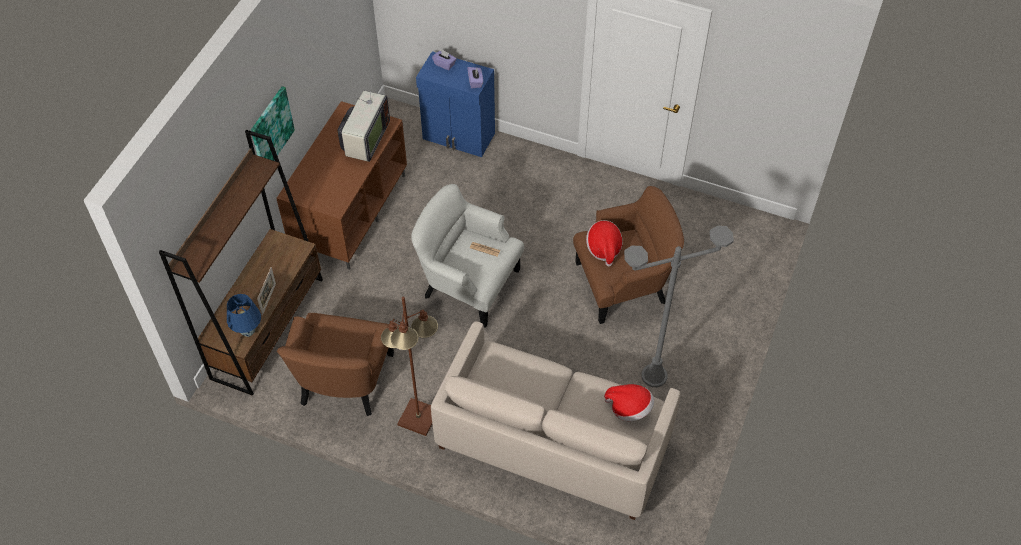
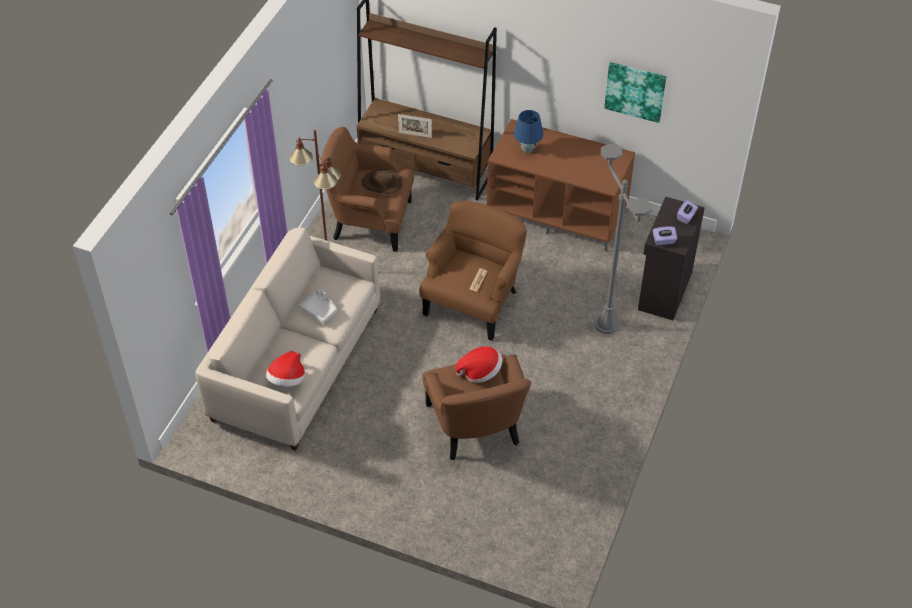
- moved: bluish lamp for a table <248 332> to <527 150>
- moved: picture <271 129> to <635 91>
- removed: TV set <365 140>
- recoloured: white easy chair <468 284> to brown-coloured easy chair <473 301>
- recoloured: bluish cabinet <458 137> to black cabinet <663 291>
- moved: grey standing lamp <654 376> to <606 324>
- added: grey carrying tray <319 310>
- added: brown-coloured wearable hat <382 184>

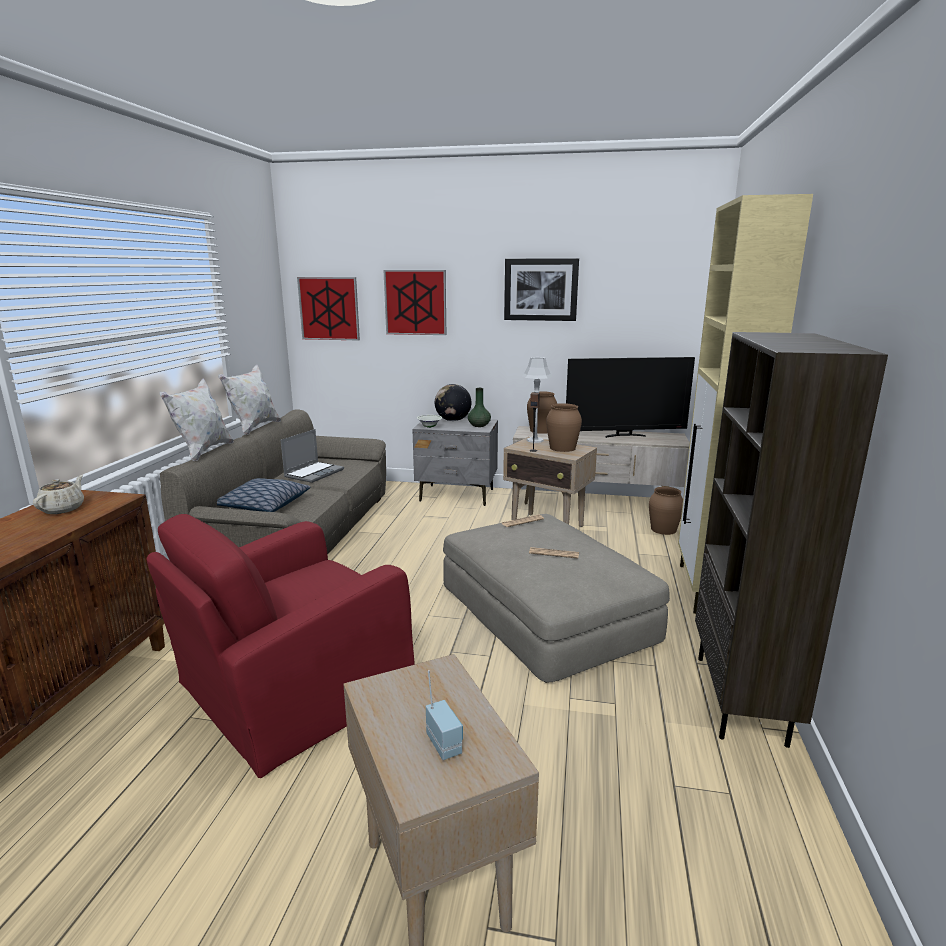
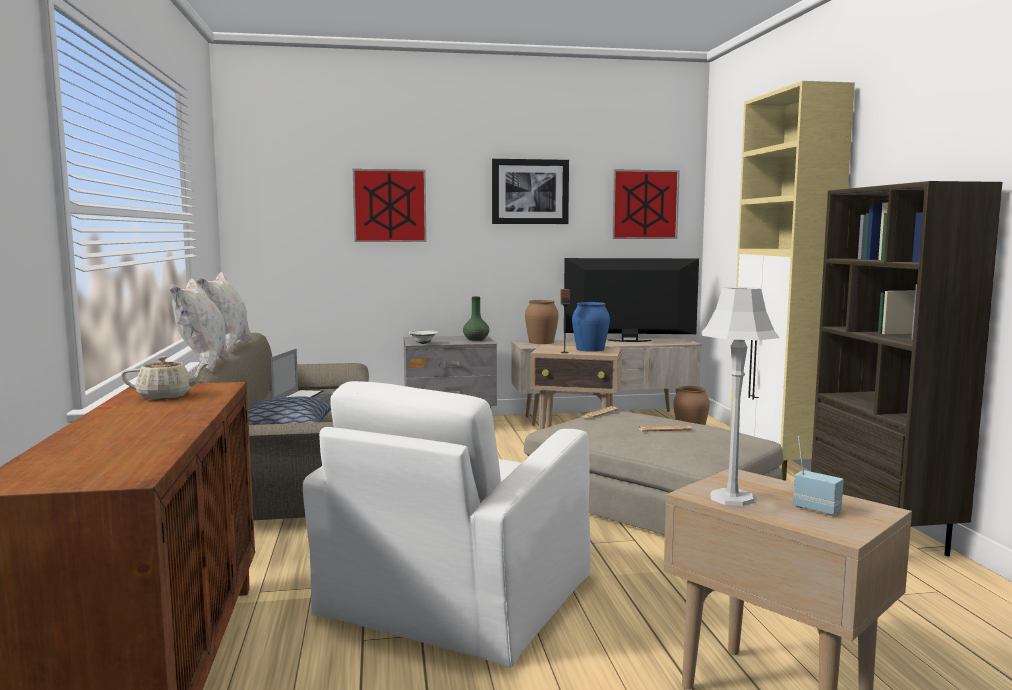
- turned: beige tea pot <63 509> = <166 396> 90 degrees clockwise
- recoloured: reddish easy chair <293 687> to white easy chair <456 596>
- moved: picture <329 308> to <645 204>
- removed: desk globe <453 420>
- moved: grey lamp for a table <534 440> to <731 498>
- recoloured: brown-coloured vase <563 448> to bluish vase <590 349>
- turned: TV set <624 435> = <629 341> 150 degrees counterclockwise

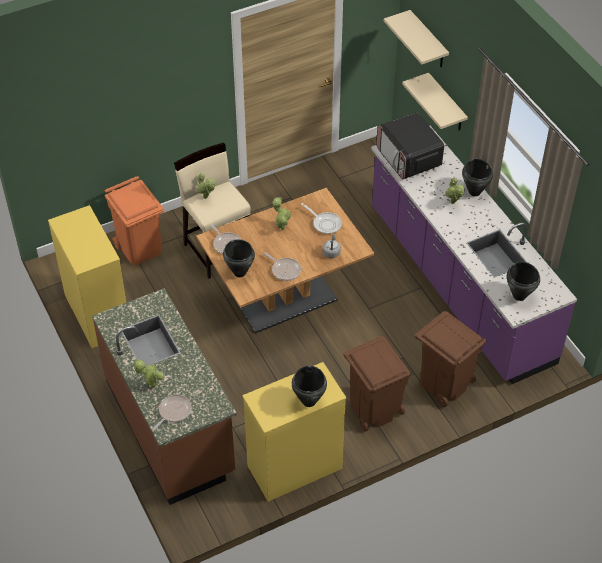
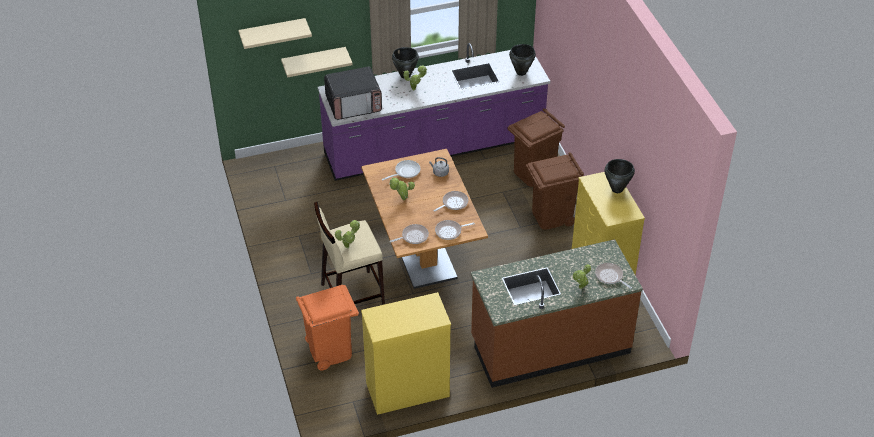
- replaced: black stockpot <239 272> to skillet <450 231>

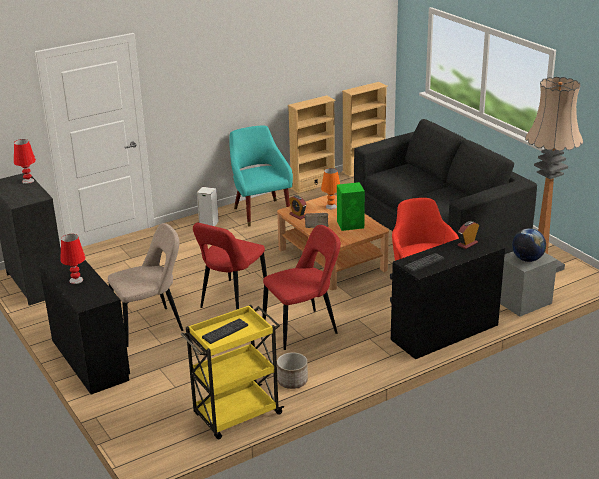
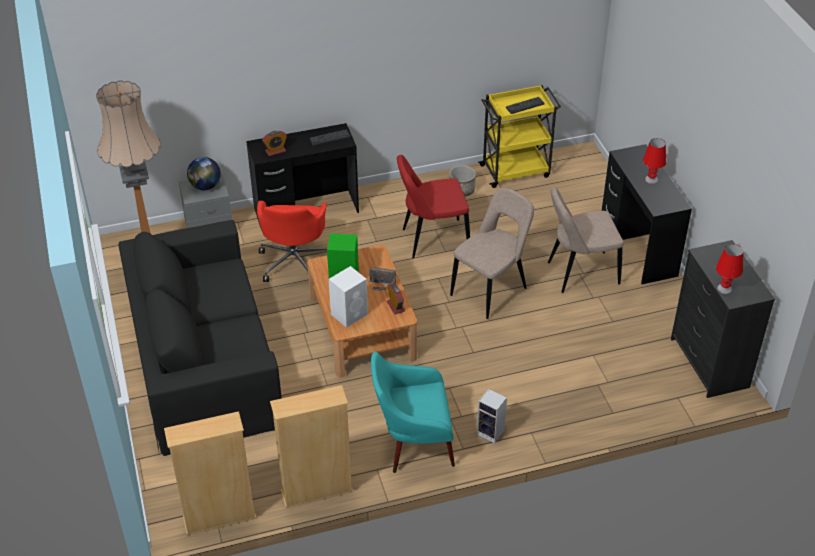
- recoloured: reddish chair <232 300> to beige chair <491 290>
- turned: turquoise-coloured easy chair <261 211> = <413 444> 90 degrees clockwise
- replaced: orangey lamp for a table <331 206> to white audio speaker <350 314>

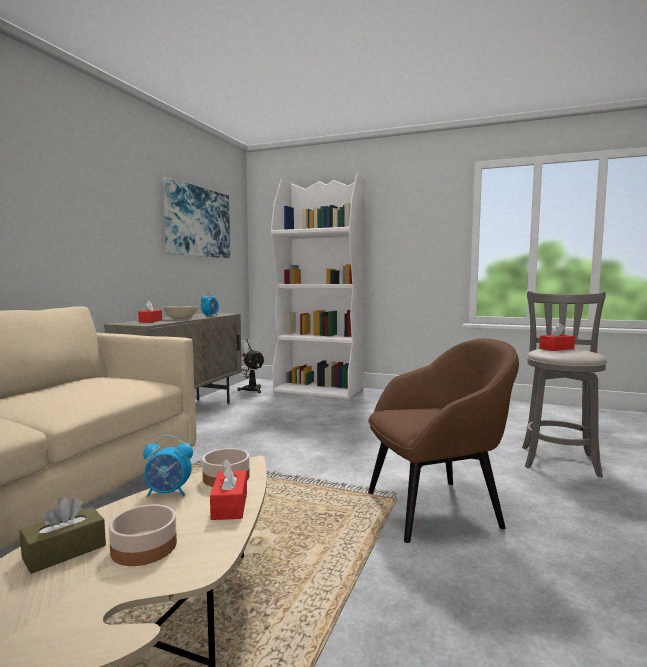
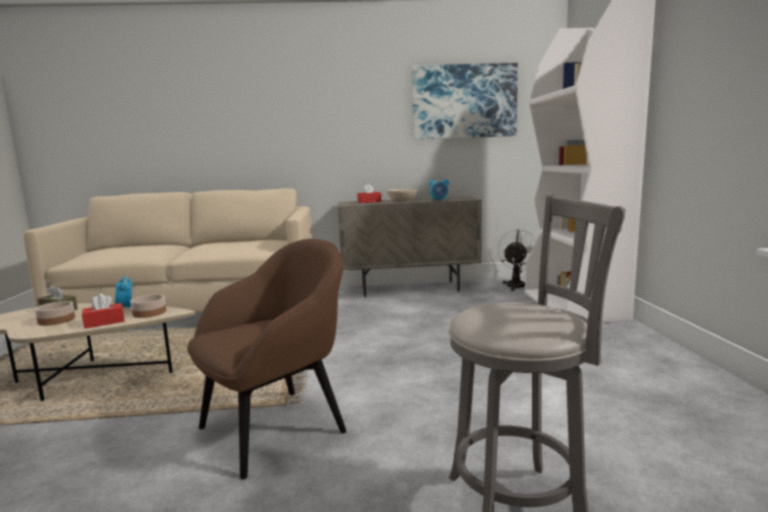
- turned: brown-coloured easy chair <435 508> = <275 428> 90 degrees counterclockwise
- removed: reddish box of tissues <556 349>

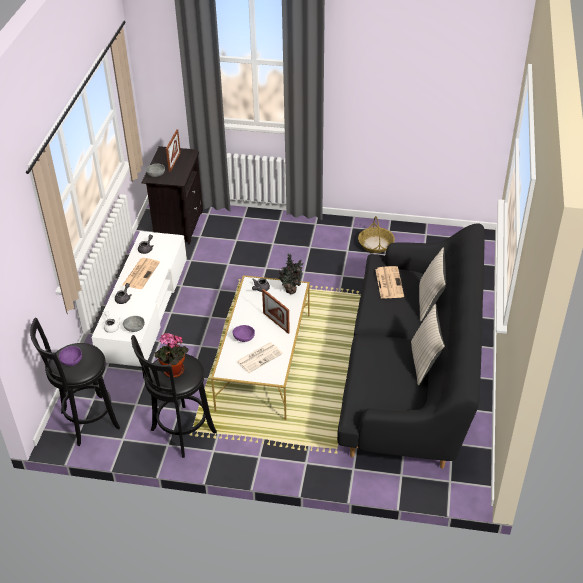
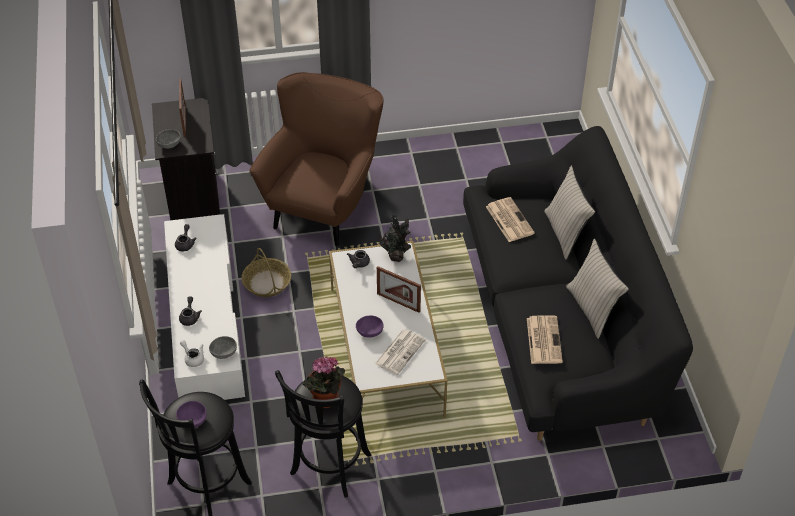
- moved: newspaper <141 273> to <543 339>
- moved: storage basket <376 244> to <267 283>
- added: brown-coloured easy chair <324 205>

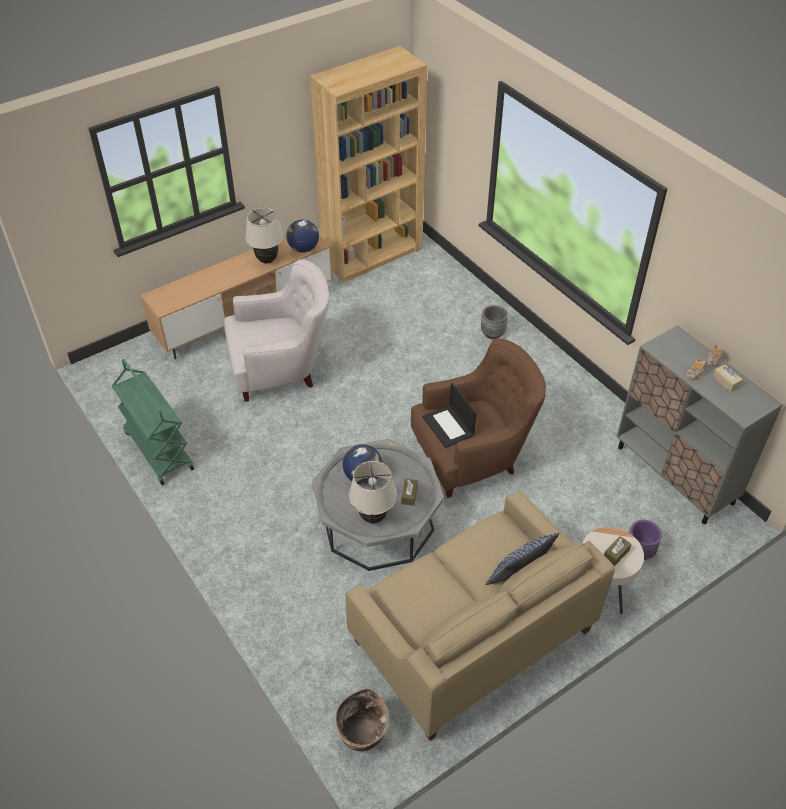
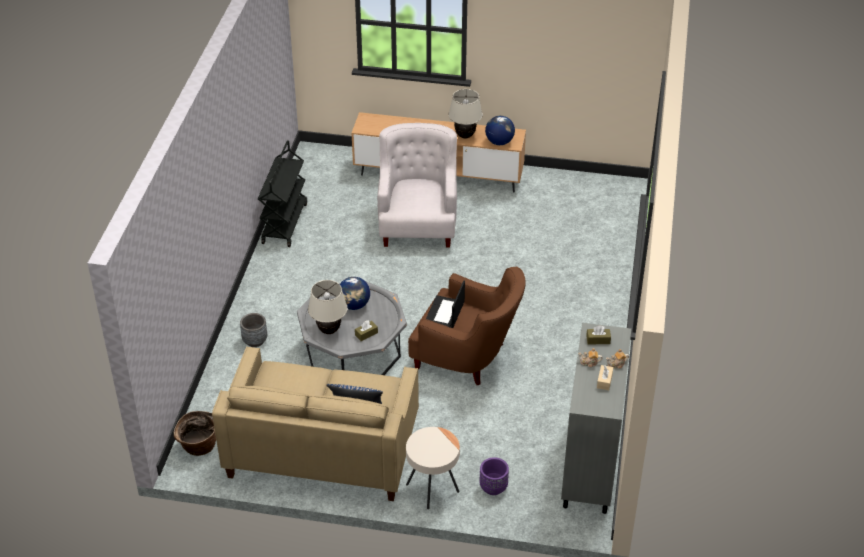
- recoloured: greenish cart <158 450> to black cart <284 223>
- turned: white easy chair <281 368> = <418 222> 120 degrees counterclockwise
- removed: brown-coloured bookshelf <373 255>
- moved: grey flower pot <493 333> to <255 341>
- moved: brown-coloured box of tissues <616 554> to <598 340>

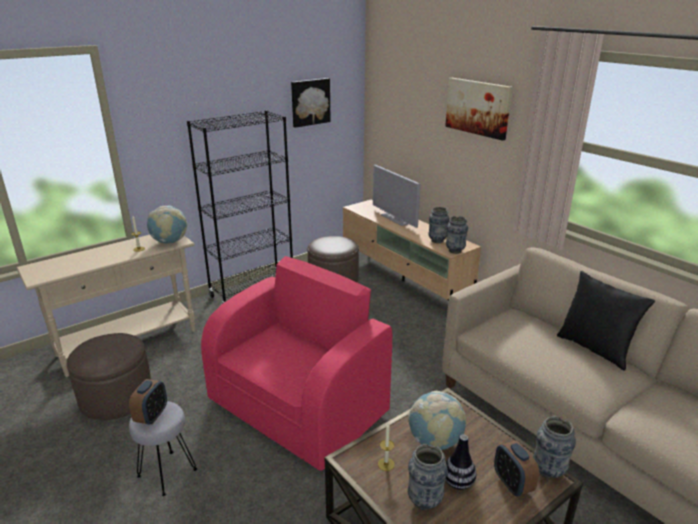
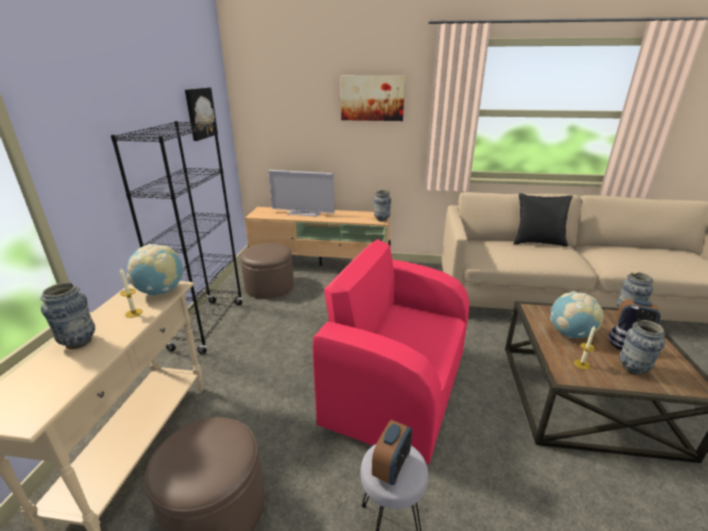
- turned: alarm clock <151 416> = <391 468> 60 degrees clockwise
- turned: pinkish easy chair <299 406> = <396 387> 60 degrees counterclockwise
- moved: vase <437 240> to <79 342>

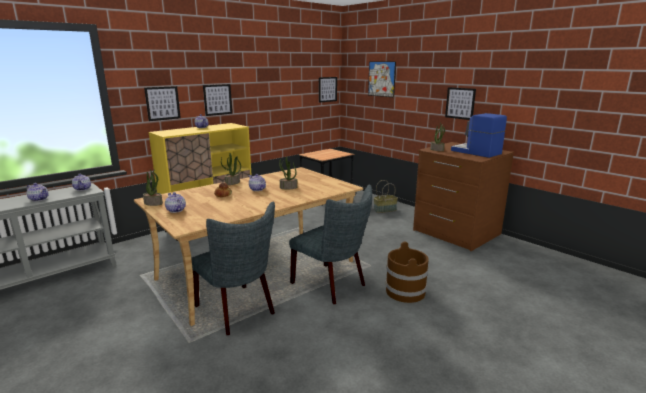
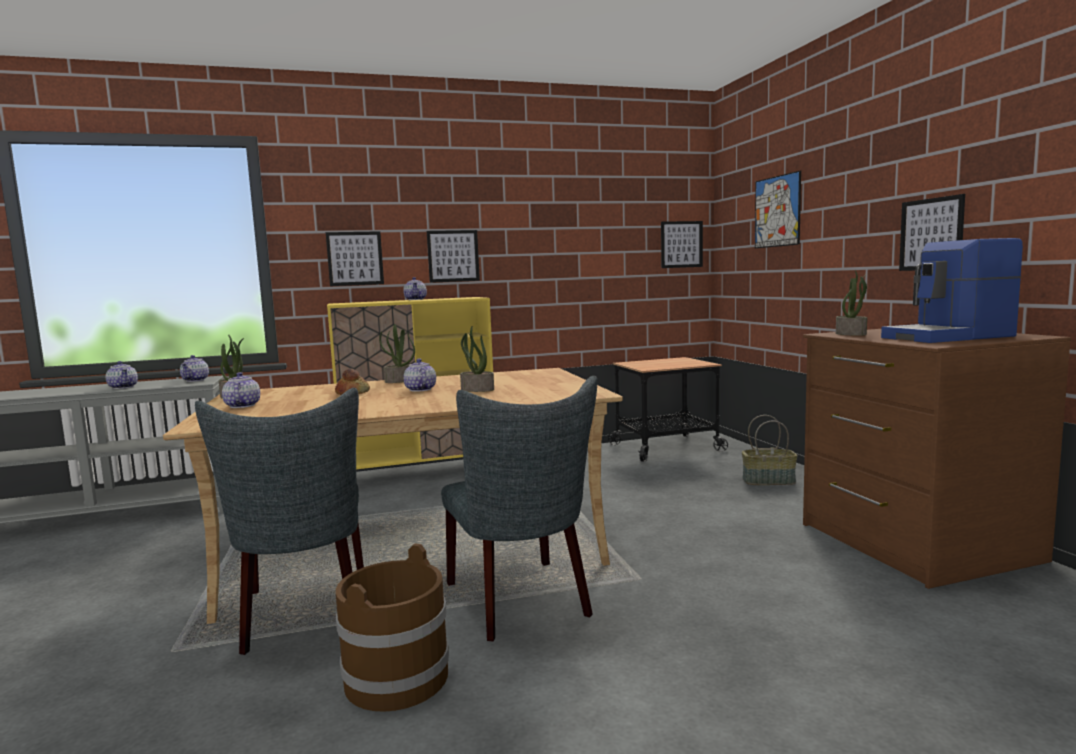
- moved: brown-coloured pail <405 291> to <397 677>
- turned: coffee maker <476 152> = <950 337> 90 degrees counterclockwise

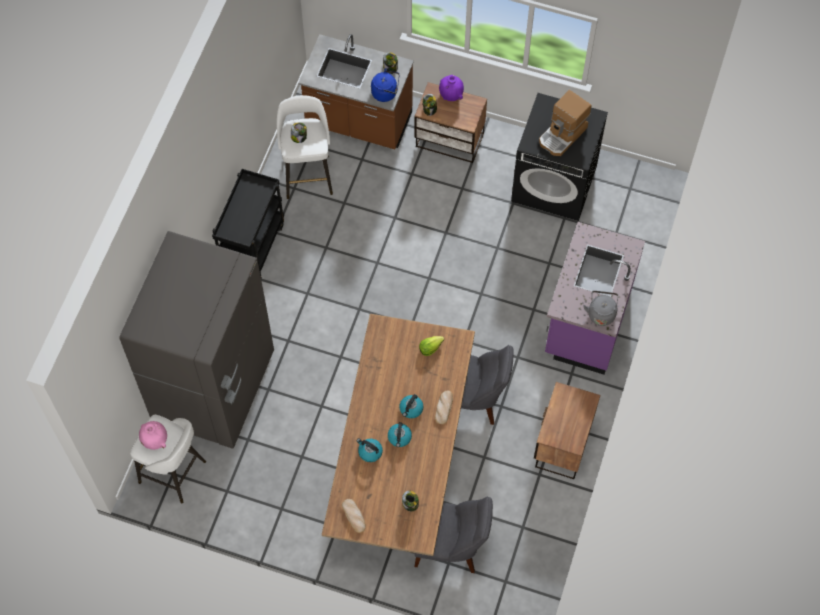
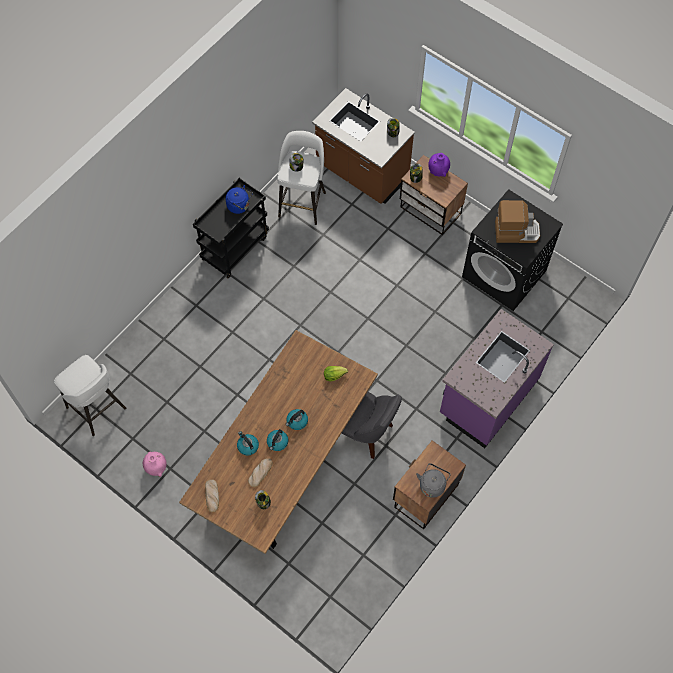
- removed: grey refrigerator <215 388>
- moved: pinkish vase <155 440> to <156 467>
- moved: bluish kettle <386 93> to <240 206>
- removed: grey chair <451 547>
- moved: baked bread <444 407> to <260 472>
- turned: coffee maker <563 135> = <516 231> 150 degrees counterclockwise
- moved: grey kettle <601 313> to <432 484>

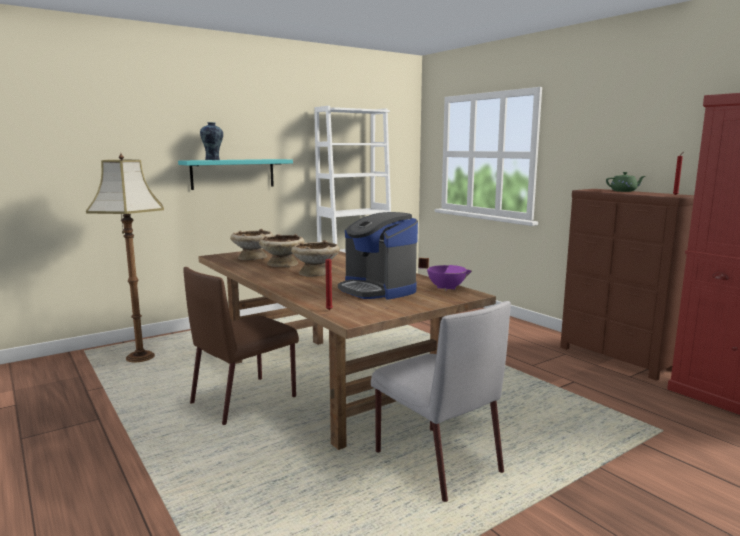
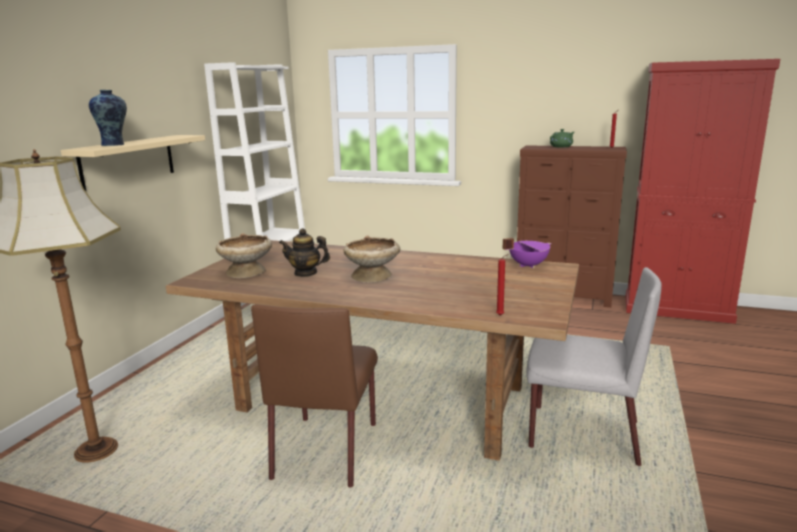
- recoloured: turquoise-coloured bracket shelf <233 174> to beige bracket shelf <128 161>
- replaced: beige bowl <282 264> to tea pot <305 273>
- removed: coffee maker <378 290>

